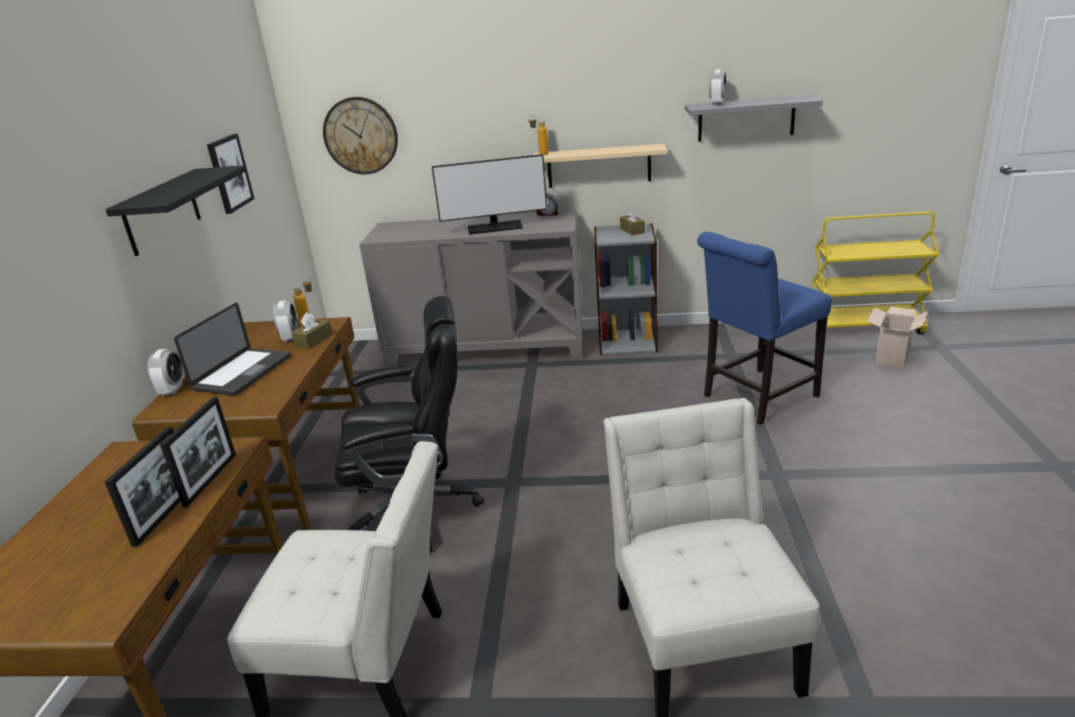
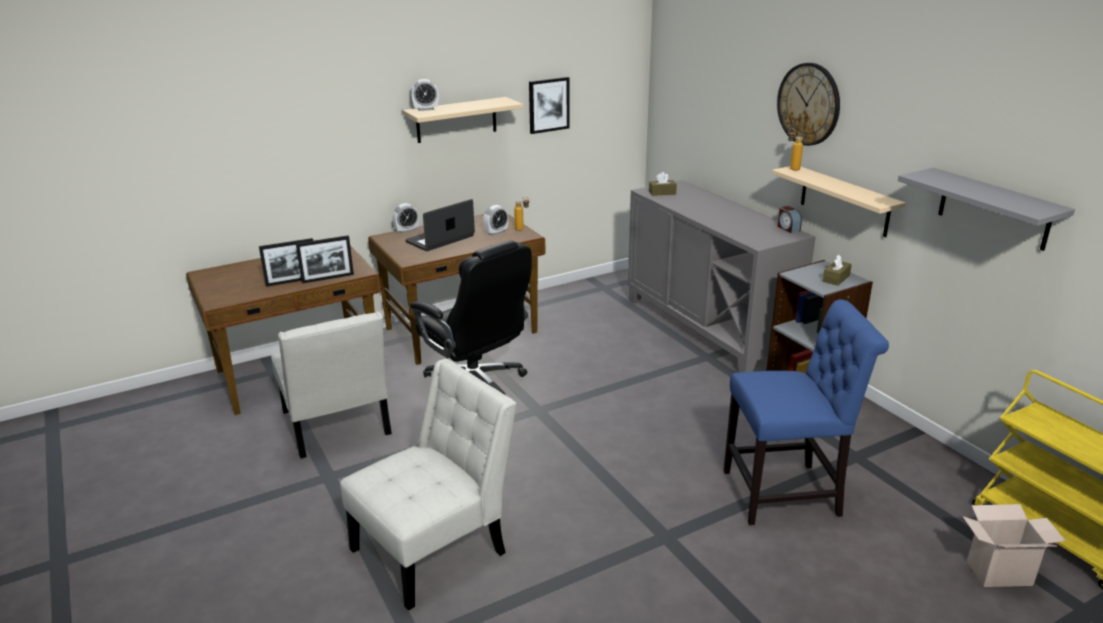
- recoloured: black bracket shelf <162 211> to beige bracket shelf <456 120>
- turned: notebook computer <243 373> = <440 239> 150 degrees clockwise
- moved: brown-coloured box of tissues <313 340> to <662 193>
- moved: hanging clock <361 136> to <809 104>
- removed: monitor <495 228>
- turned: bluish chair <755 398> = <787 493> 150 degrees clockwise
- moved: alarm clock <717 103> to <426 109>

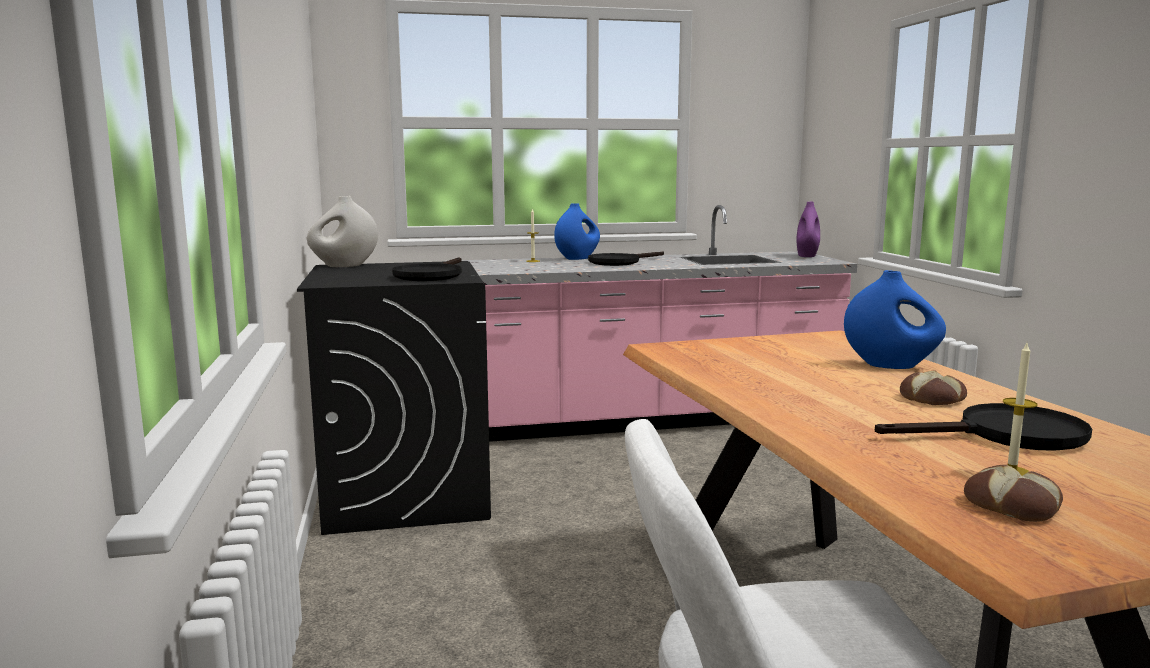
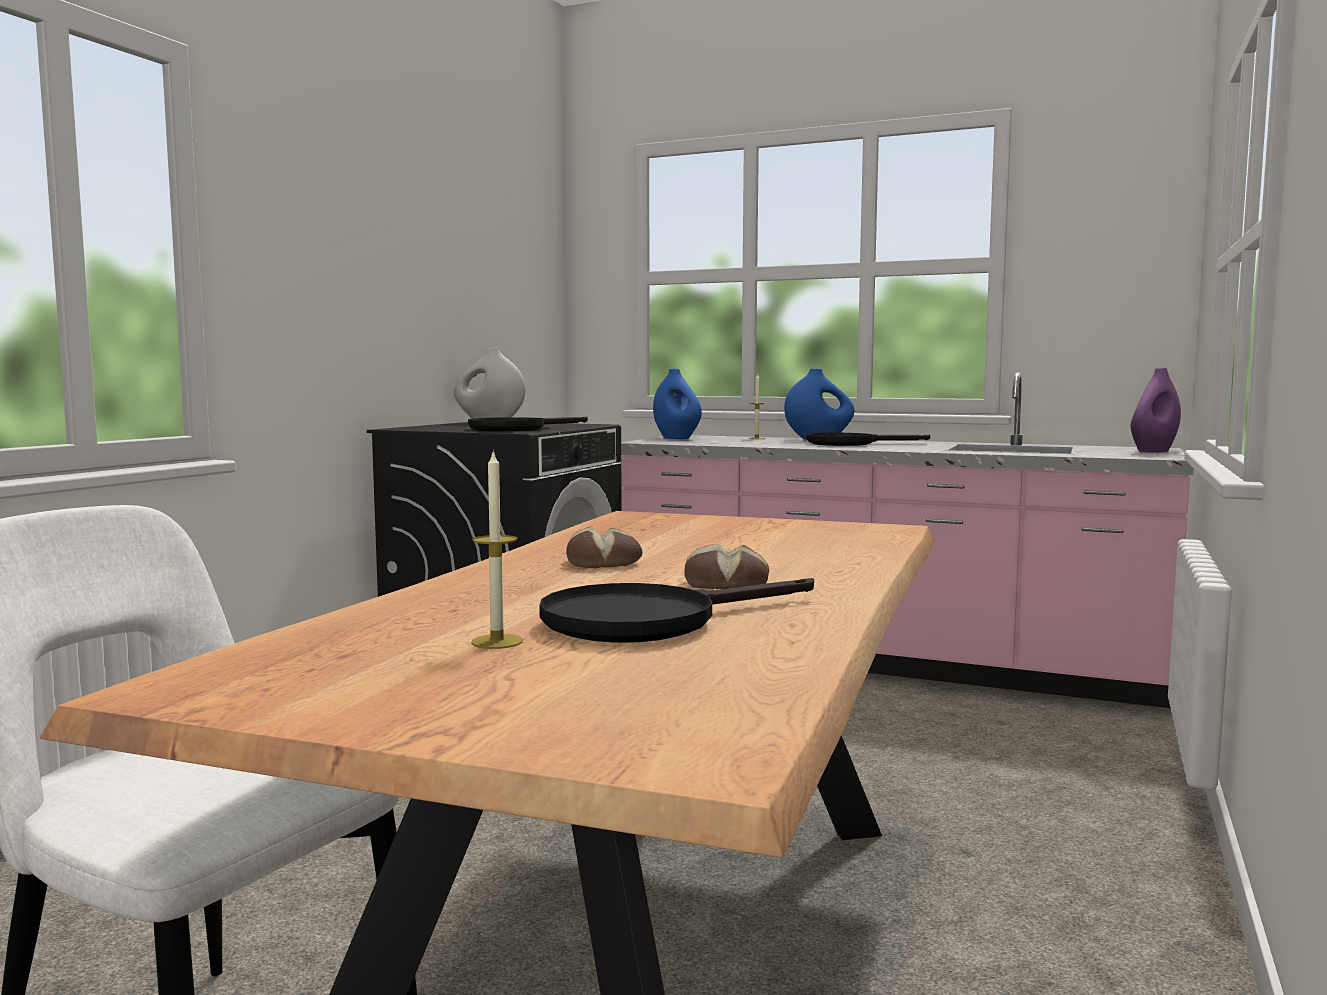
- moved: bluish vase <890 365> to <677 438>
- turned: black skillet <1006 435> = <650 620> 120 degrees clockwise
- moved: baked bread <1013 505> to <604 562>

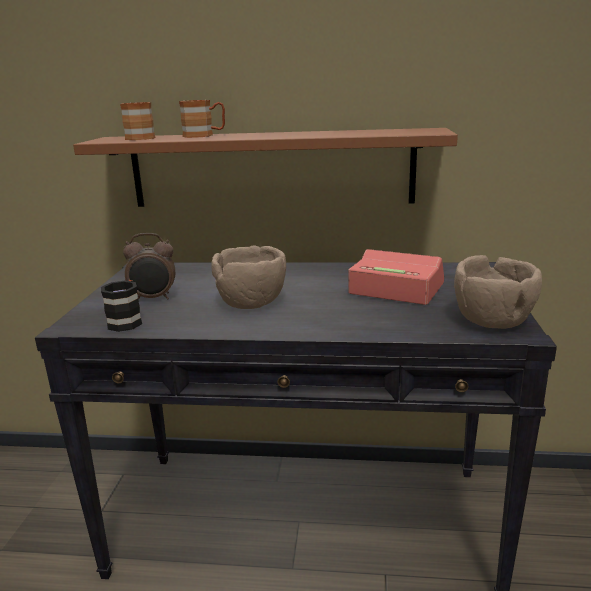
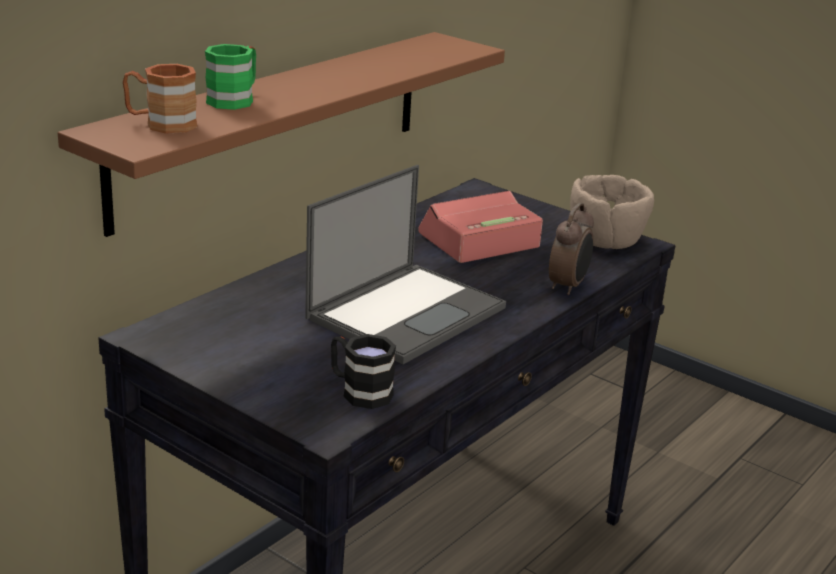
- moved: alarm clock <154 298> to <568 286>
- recoloured: brown-coloured coffee mug <204 135> to greenish coffee mug <235 99>
- replaced: brown-coloured bowl <252 302> to notebook computer <407 312>

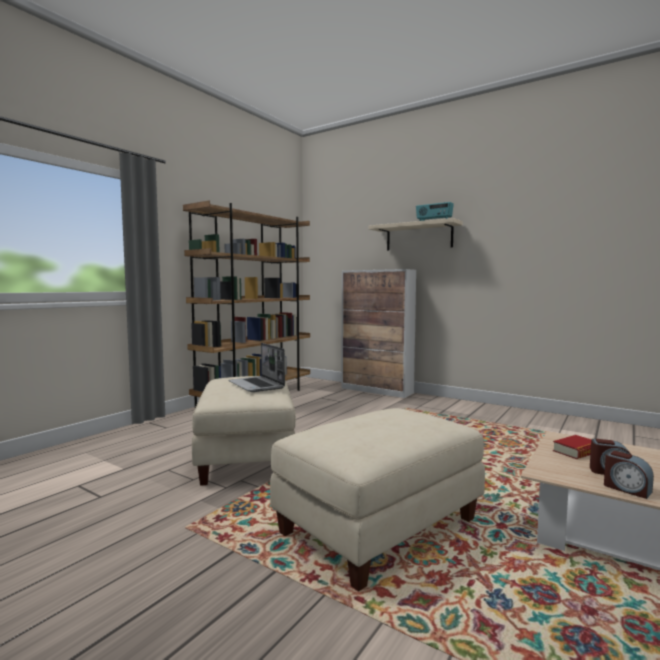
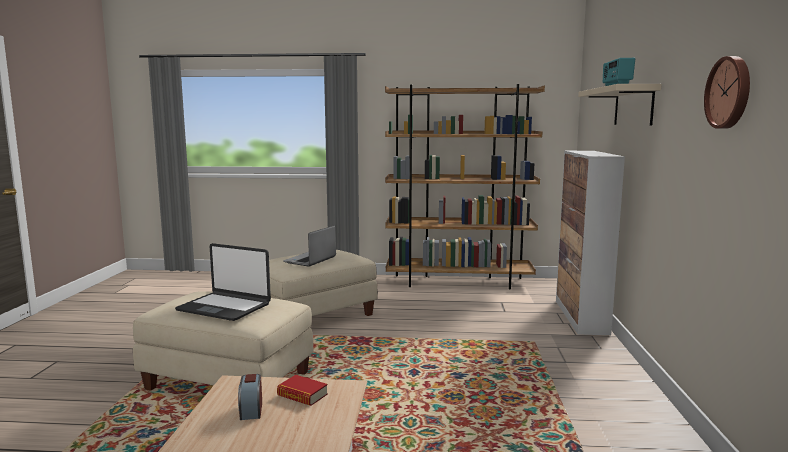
- removed: alarm clock <626 489>
- added: notebook computer <224 307>
- added: hanging clock <730 92>

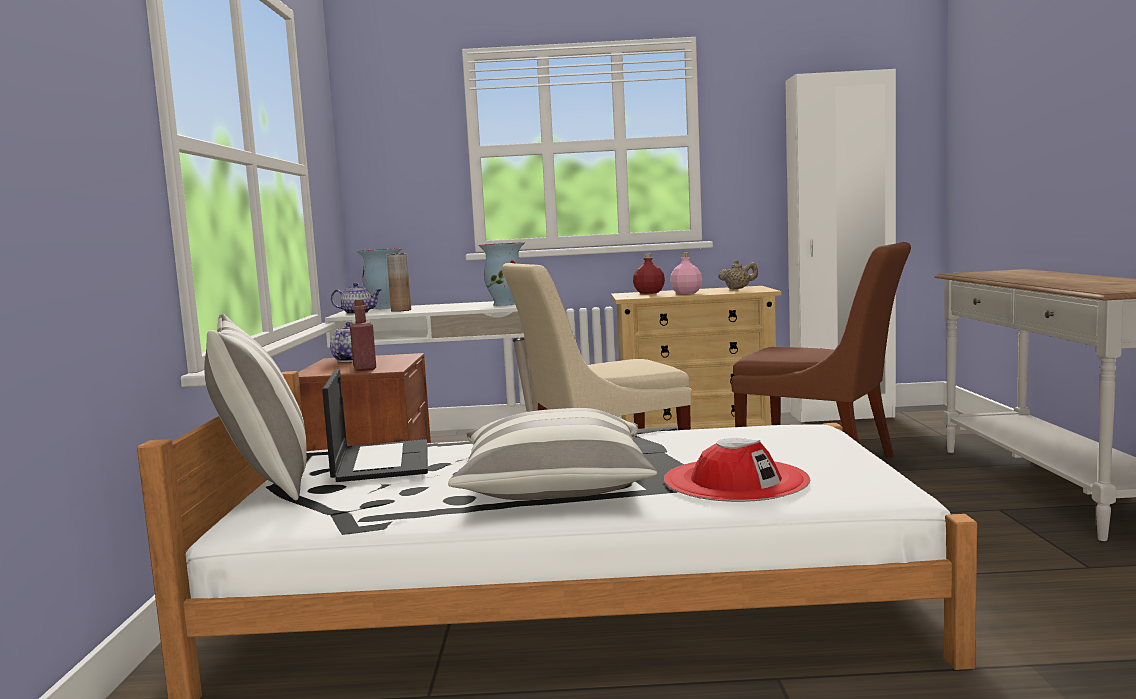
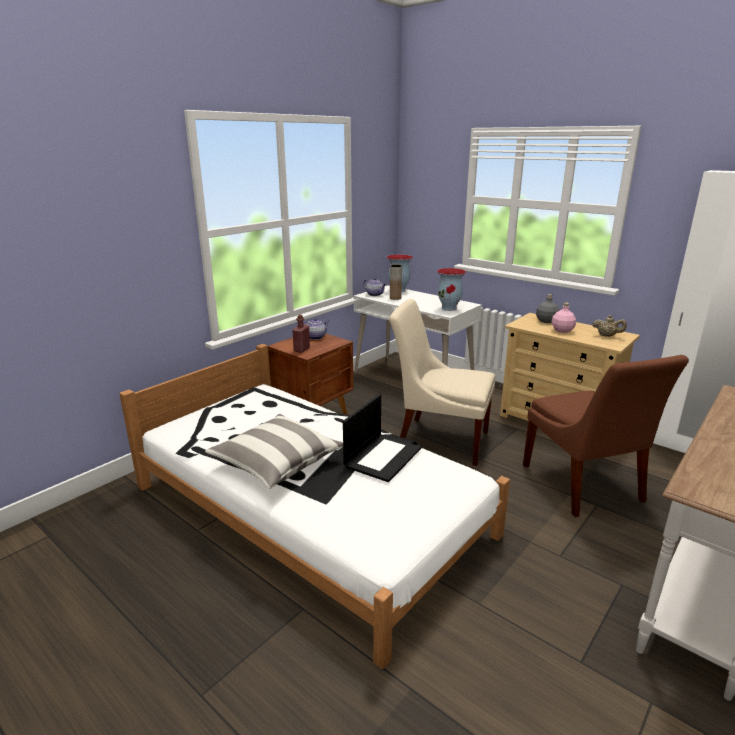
- removed: cushion <265 482>
- moved: notebook computer <380 461> to <382 456>
- recoloured: reddish beverage bottle <649 293> to grey beverage bottle <546 321>
- removed: reddish wearable hat <735 480>

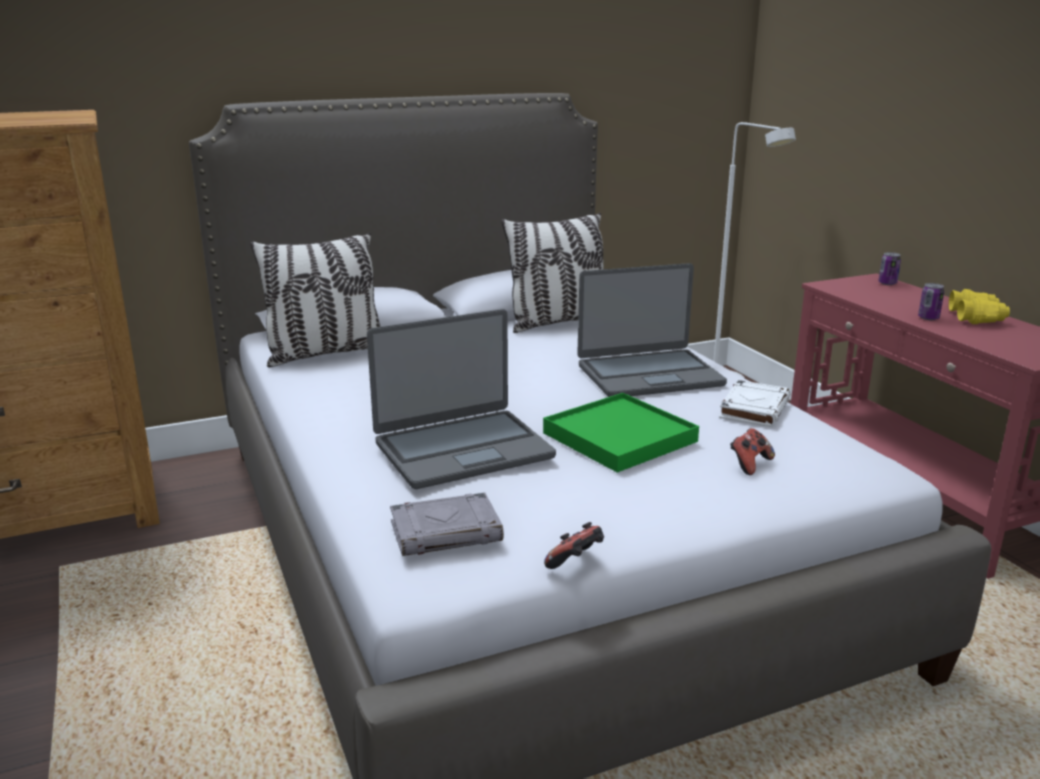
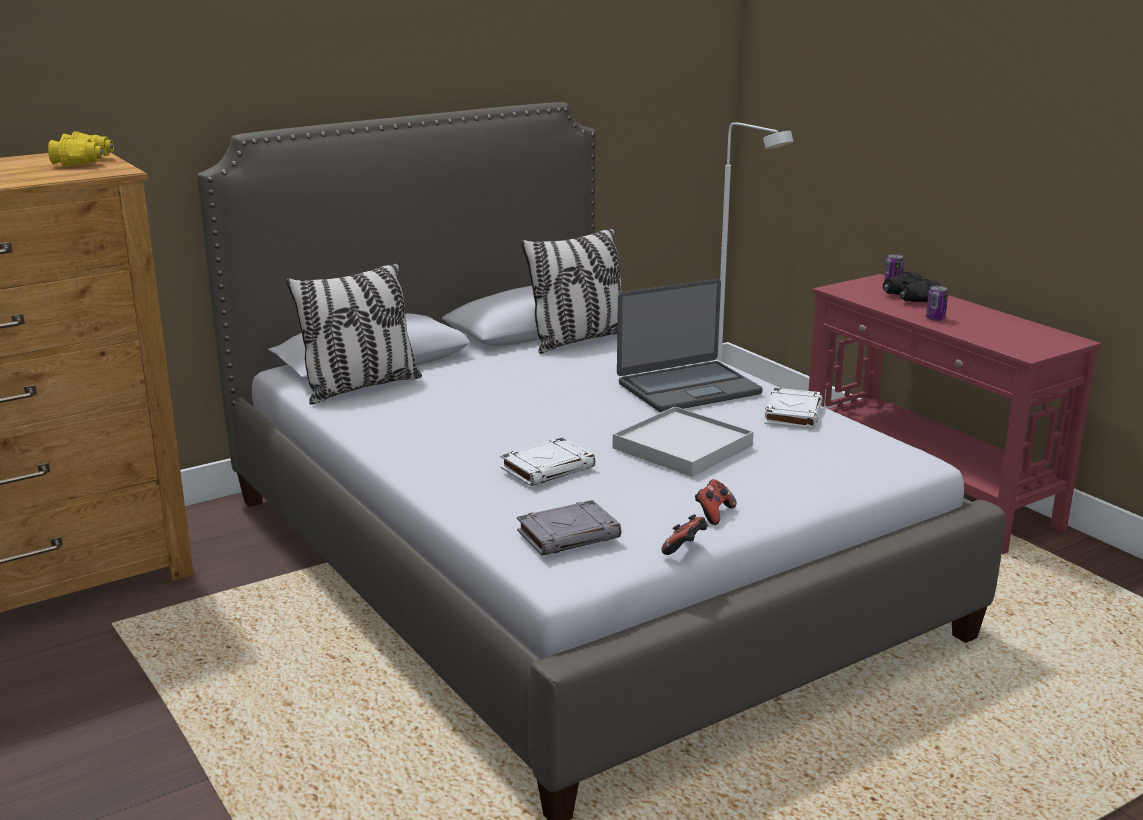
- replaced: notebook computer <462 450> to white bound book <548 468>
- recoloured: greenish carrying tray <619 437> to white carrying tray <682 447>
- moved: joypad <749 464> to <713 514>
- moved: yellow pair of binoculars <976 318> to <84 162>
- added: black pair of binoculars <908 298>

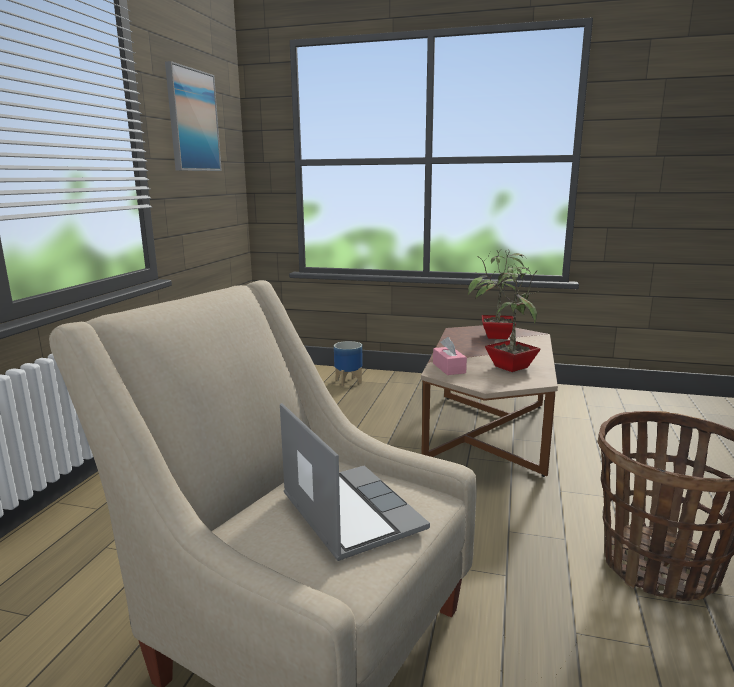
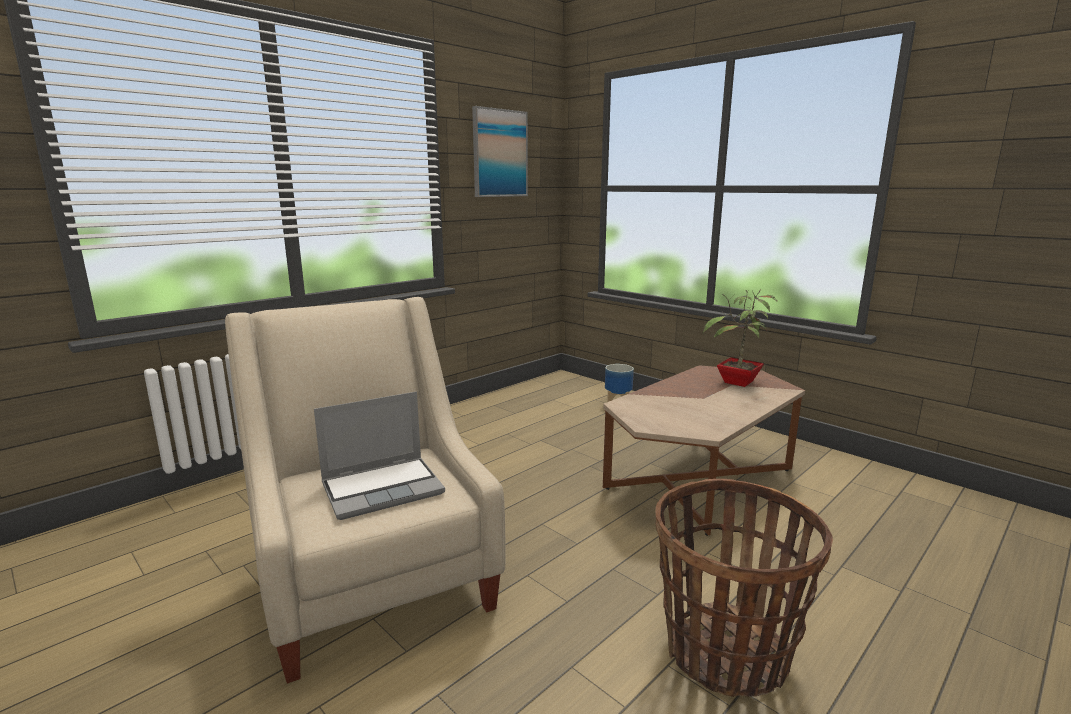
- turned: notebook computer <349 512> = <383 488> 60 degrees clockwise
- removed: pinkish box of tissues <449 368>
- removed: plant in a pot <509 366>

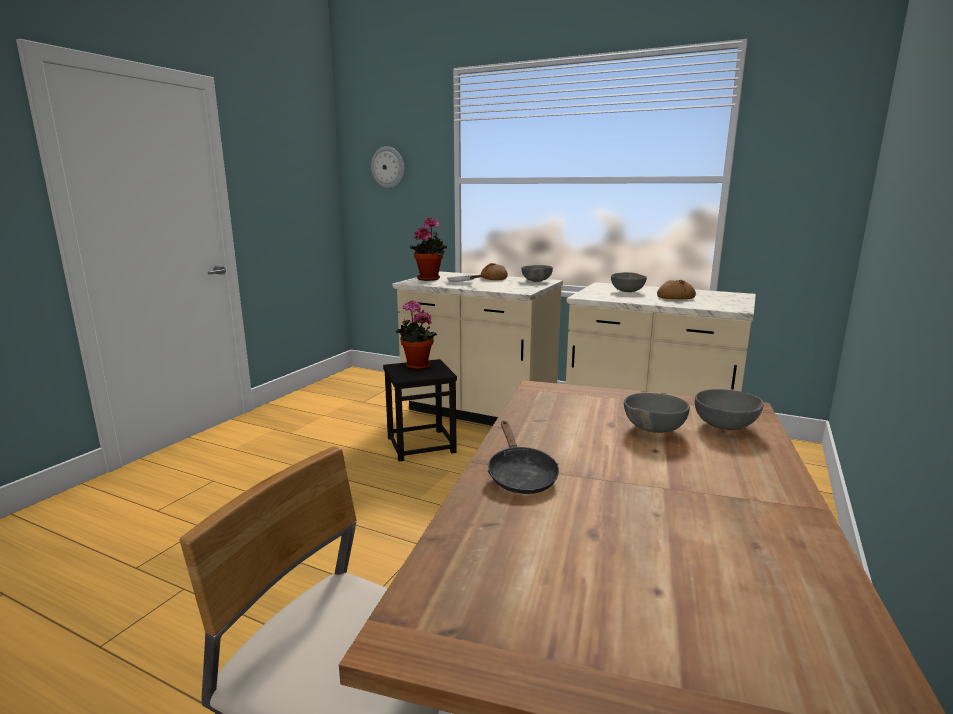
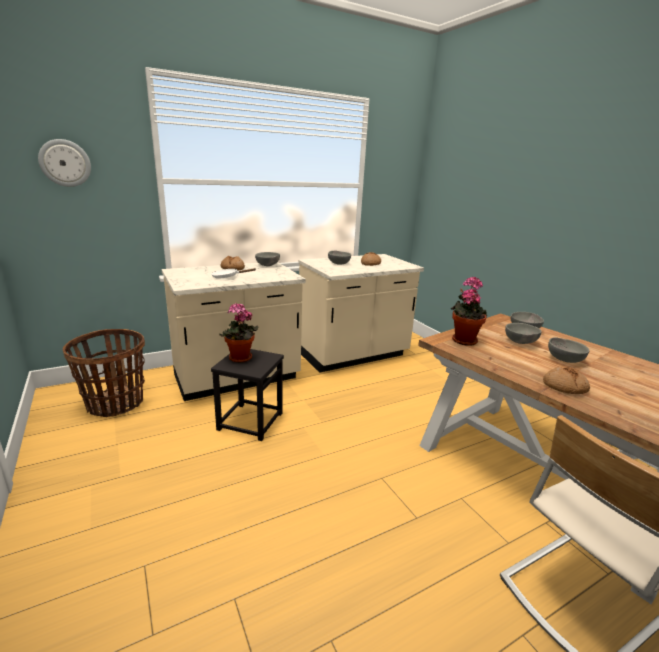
- moved: plant in a pot <430 278> to <463 340>
- replaced: black skillet <520 476> to baked bread <564 387>
- added: storage basket <115 403>
- added: grey bowl <564 359>

